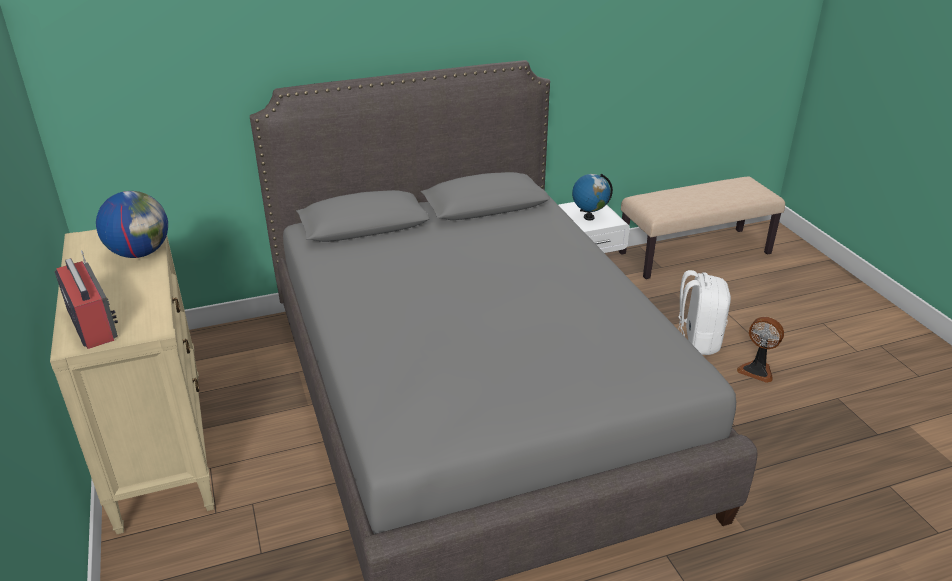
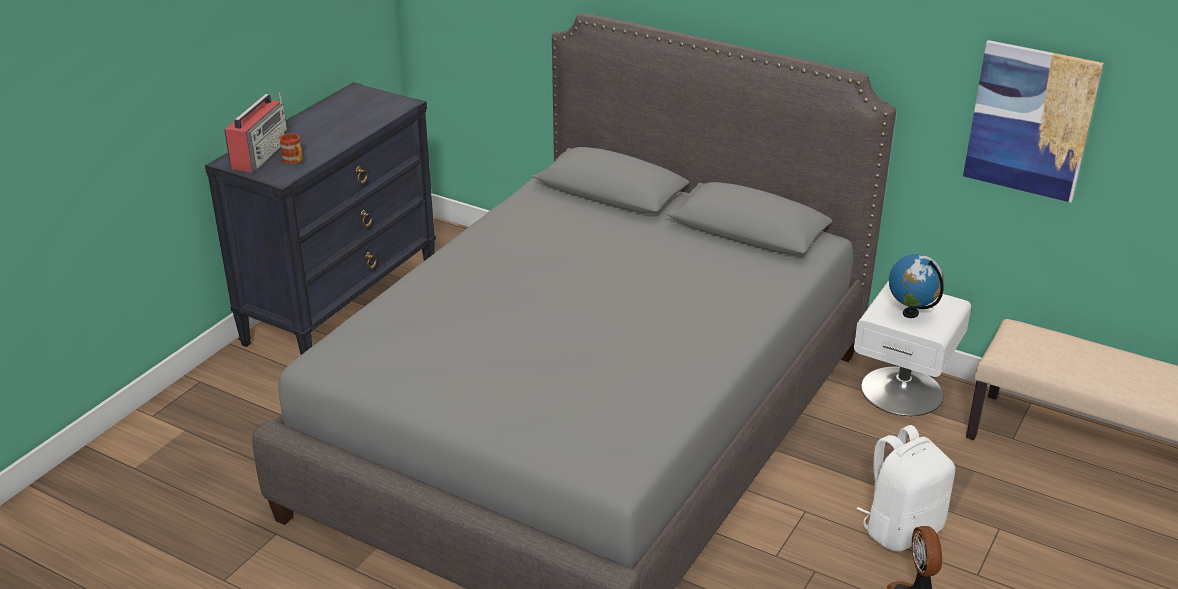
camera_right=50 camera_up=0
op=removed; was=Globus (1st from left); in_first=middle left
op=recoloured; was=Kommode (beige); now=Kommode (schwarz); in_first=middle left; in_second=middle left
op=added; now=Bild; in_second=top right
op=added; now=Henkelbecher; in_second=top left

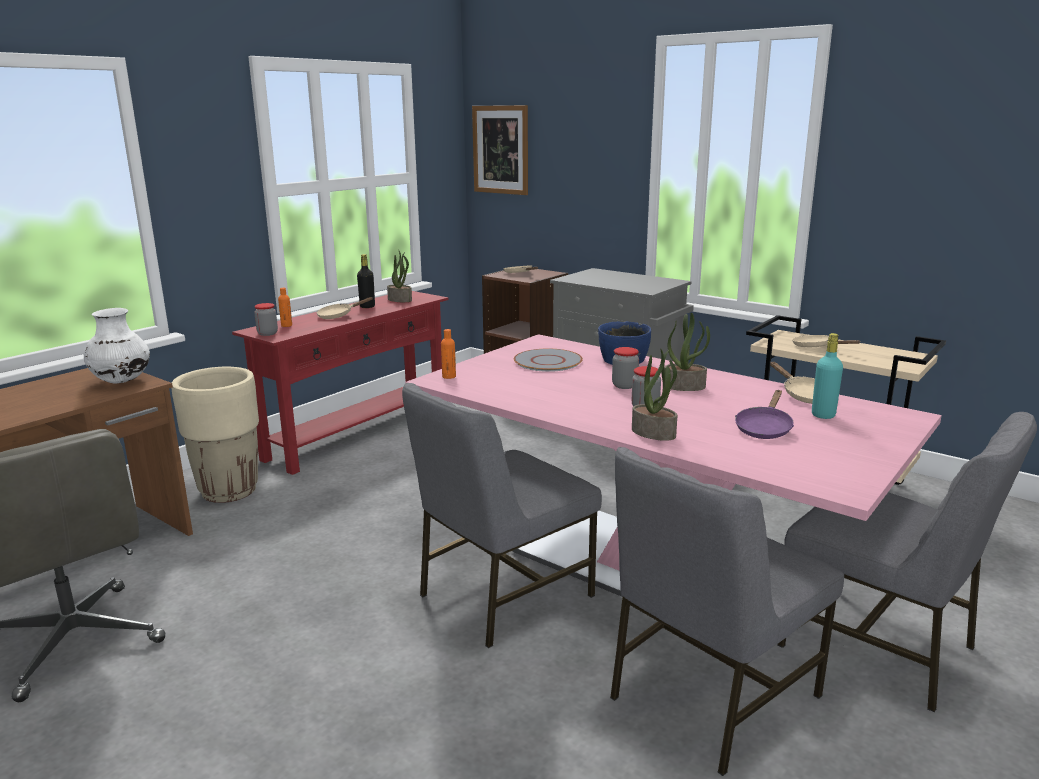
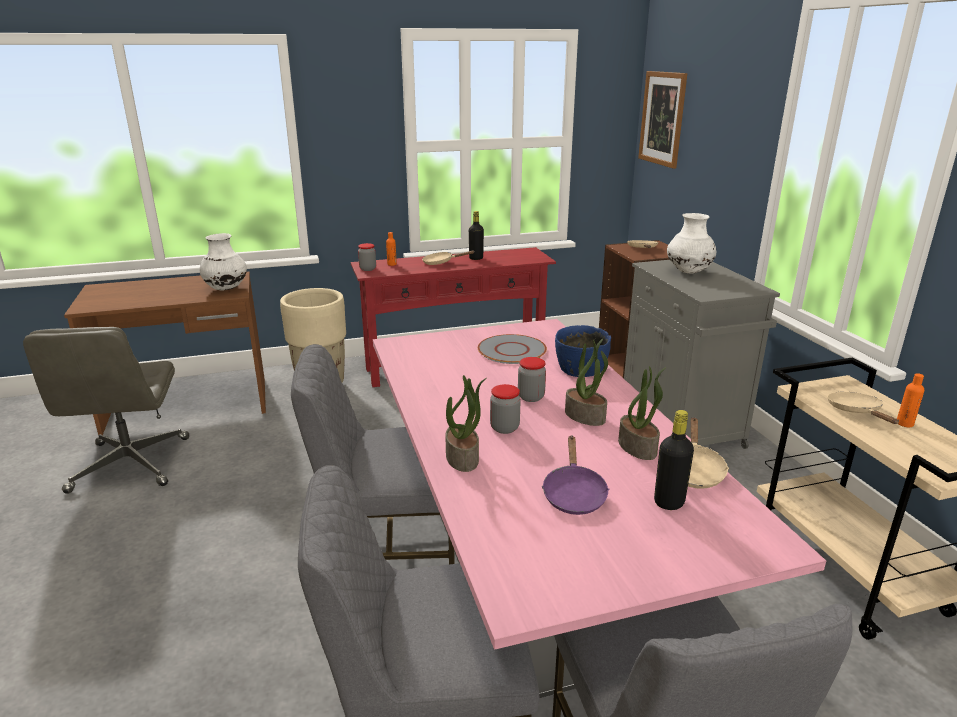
camera_right=35 camera_up=5
op=moved; was=Topfpflanze (1st from left in the first image); now=Topfpflanze (3rd from left); in_first=centre; in_second=middle right
op=moved; was=Flasche (orange) (2nd from left); in_first=centre; in_second=middle right
op=recoloured; was=Flasche (türkis); now=Flasche (schwarz) (2nd from left); in_first=middle right; in_second=middle right
op=turned; was=Pfanne (lila); in_first=middle right; in_second=centre; clockwise=-60
op=added; now=Vase (weiß) (2nd from left); in_second=middle right

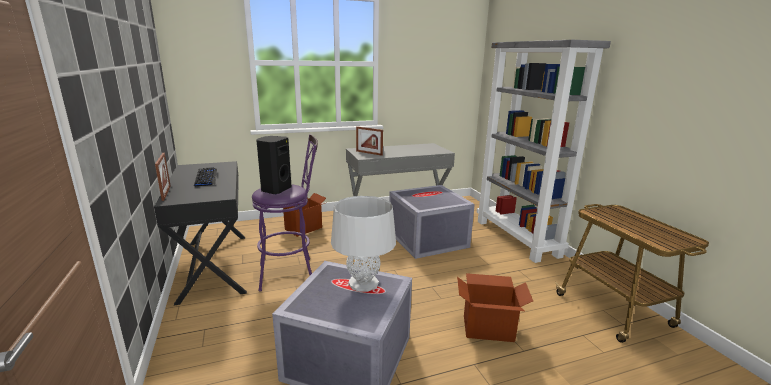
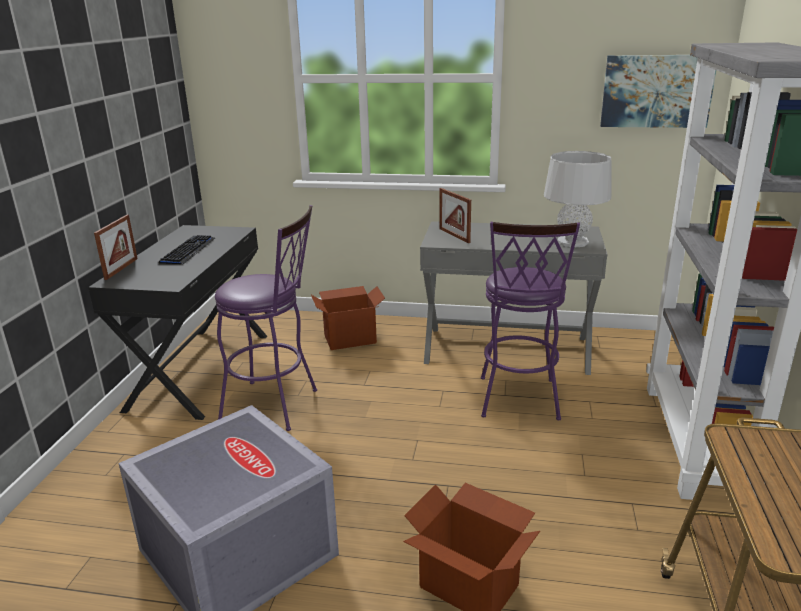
camera_right=30 camera_up=5
op=removed; was=Lautsprecher (schwarz); in_first=centre
op=replaced; was=Aufbewahrungsbox (grau) (2nd from left); now=Hocker (lila) (2nd from left); in_first=centre; in_second=centre
op=moved; was=Tischlampe (grau); in_first=centre; in_second=top right
op=added; now=Bild; in_second=top right

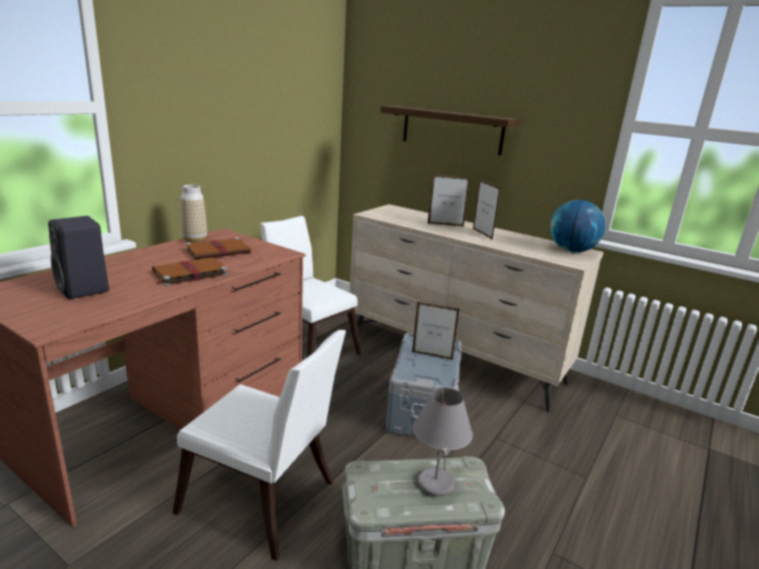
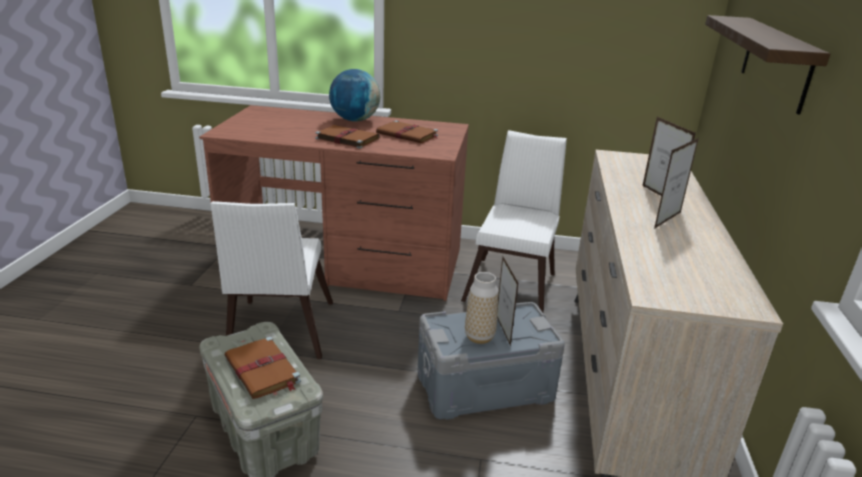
camera_right=65 camera_up=5
op=moved; was=Vase; in_first=middle left; in_second=centre
op=moved; was=Globus; in_first=middle right; in_second=top centre
op=removed; was=Lautsprecher (schwarz); in_first=middle left
op=replaced; was=Tischlampe (grau); now=Buch (braun) (1st from left); in_first=bottom centre; in_second=bottom left

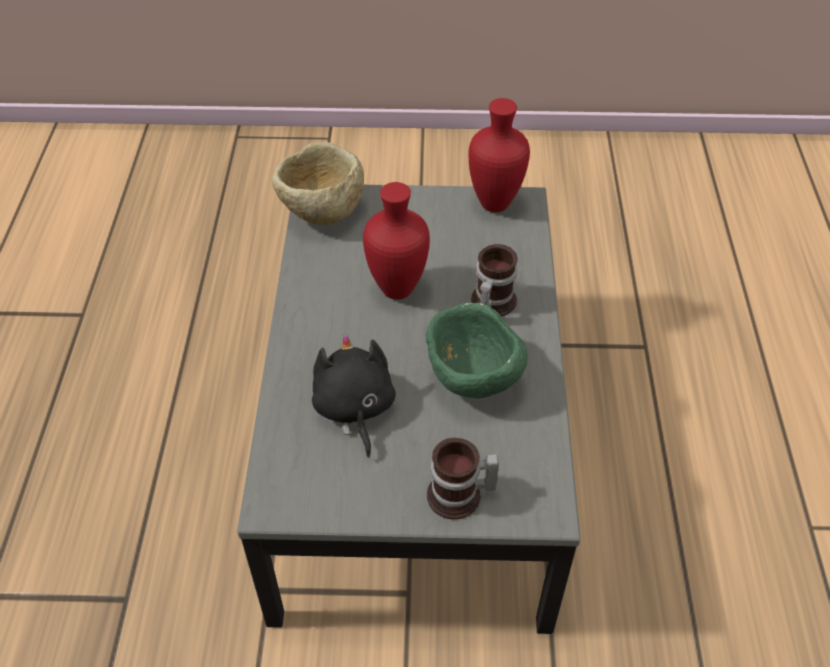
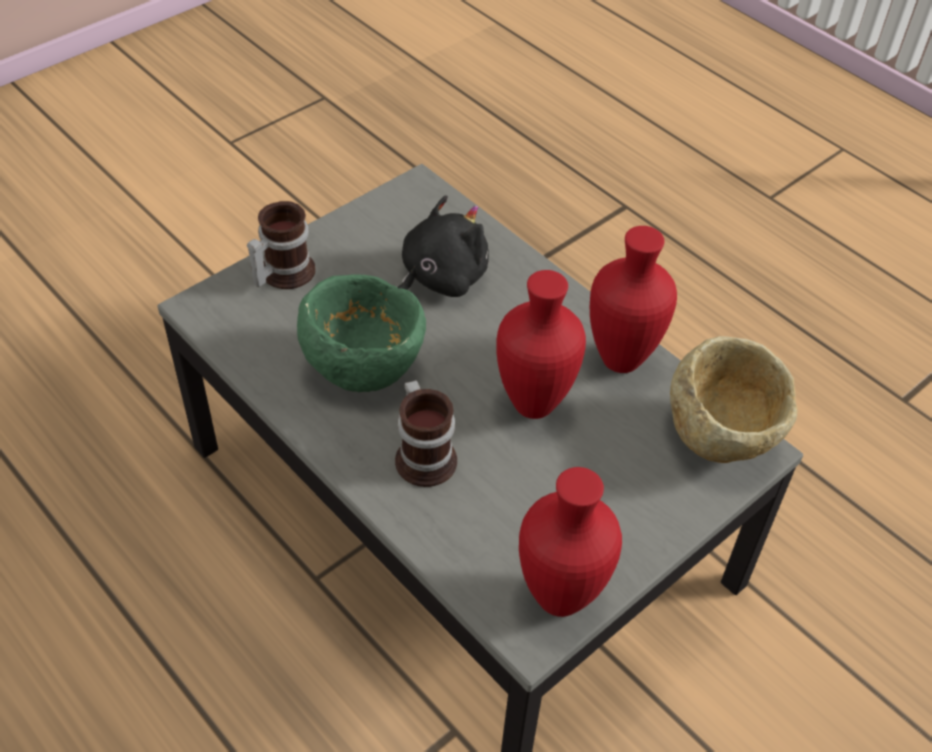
camera_right=135 camera_up=0
op=turned; was=Plüschtier (schwarz); in_first=centre; in_second=top centre; clockwise=-75
op=added; now=Vase (rot) (3rd from left); in_second=middle right

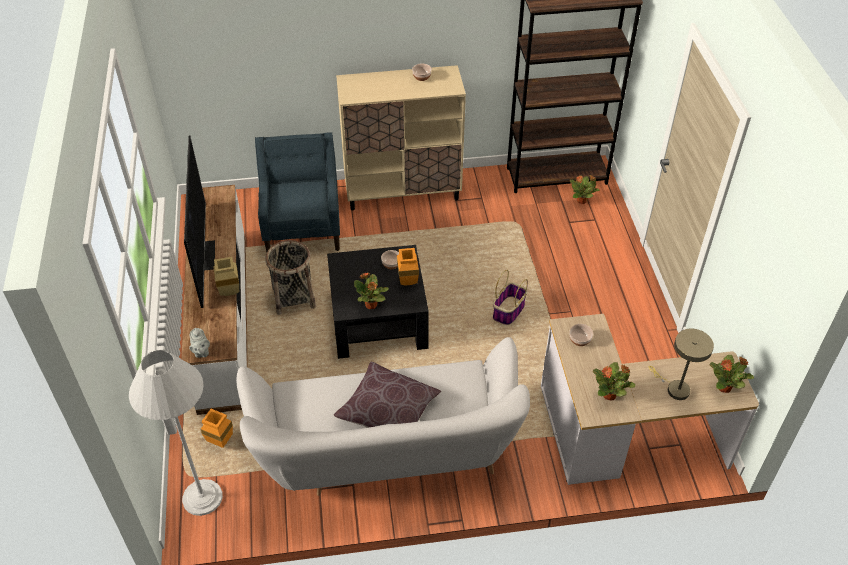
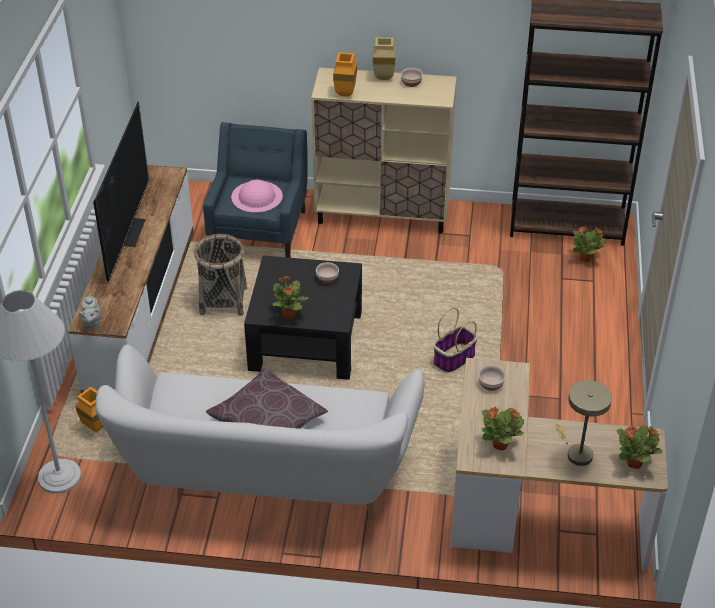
camera_right=15 camera_up=-5
op=moved; was=Vase (orange) (2nd from left); in_first=centre; in_second=top centre
op=moved; was=Vase (beige); in_first=middle left; in_second=top centre
op=added; now=Hut (rosa); in_second=top centre

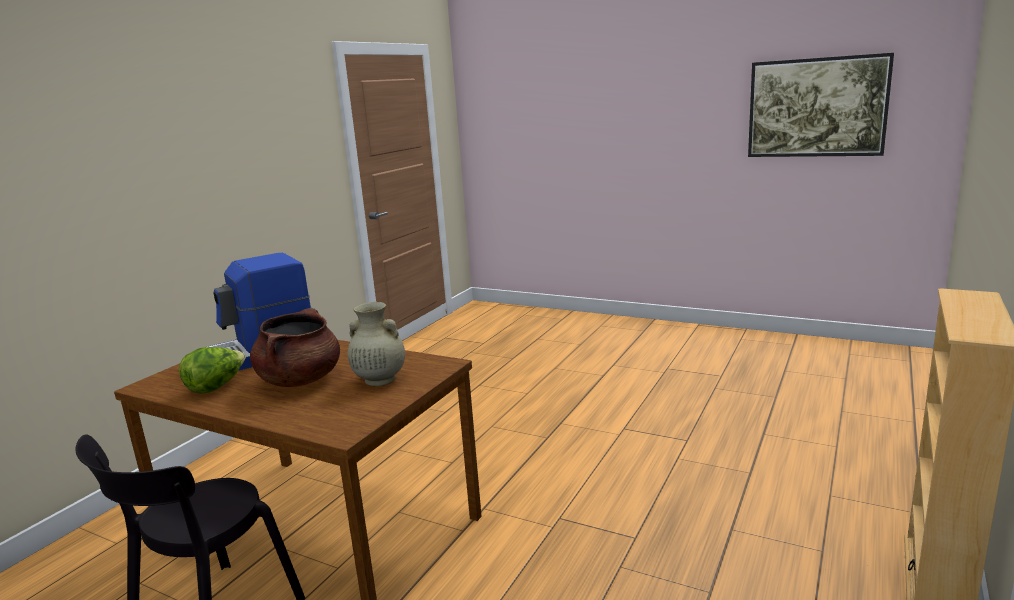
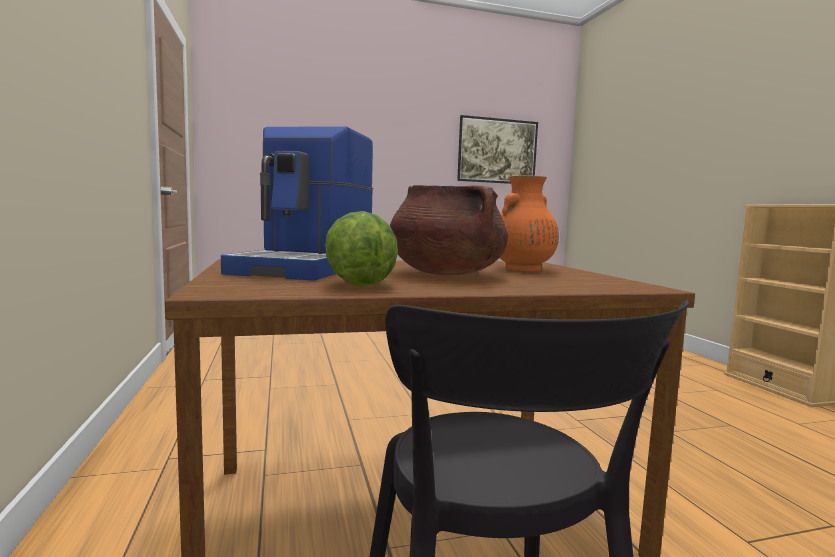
camera_right=-45 camera_up=-10
op=recoloured; was=Vase (beige); now=Vase (orange); in_first=centre; in_second=centre

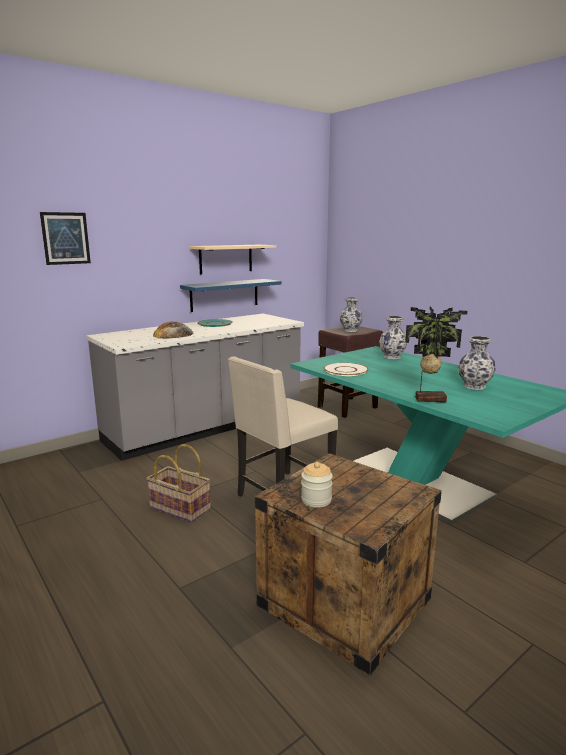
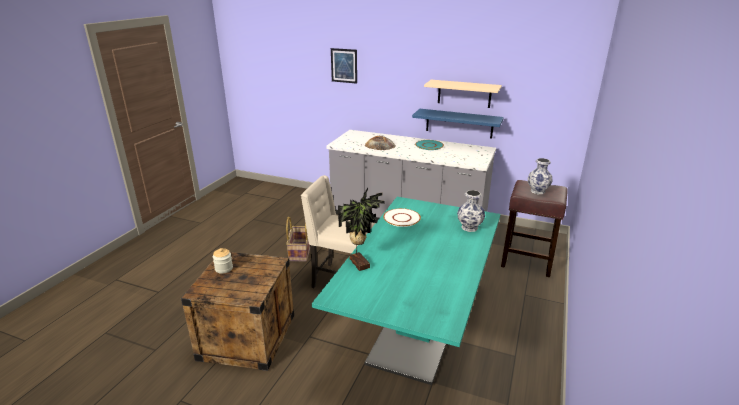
camera_right=60 camera_up=10
op=removed; was=Vase (3rd from left); in_first=middle right

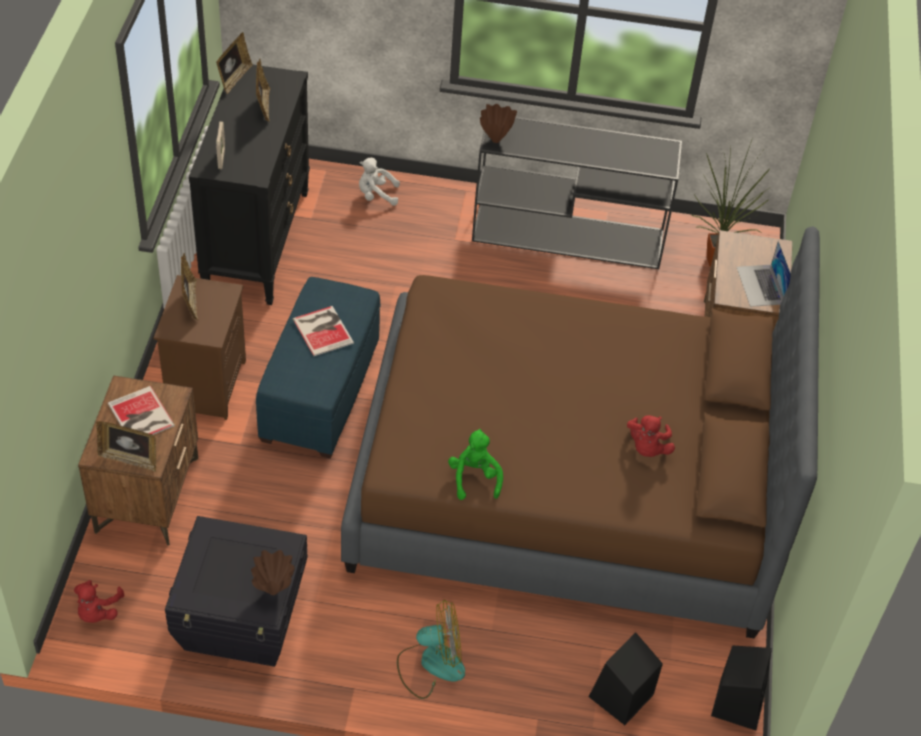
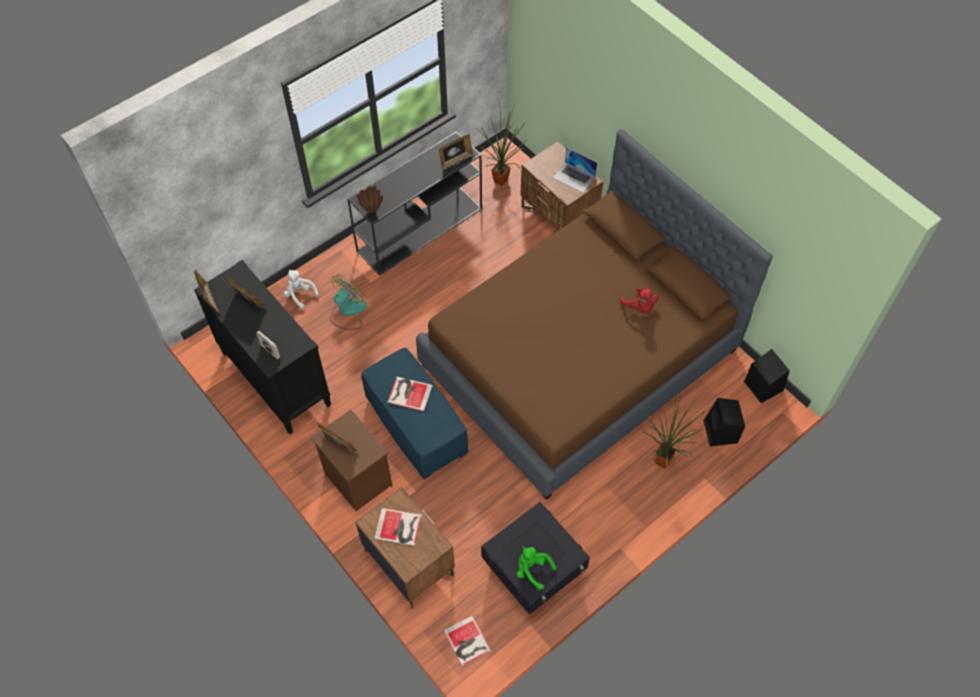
camera_right=-45 camera_up=10
op=turned; was=Plüschtier (weiß); in_first=top centre; in_second=middle left; clockwise=90
op=moved; was=Bilderrahmen (1st from left in the first image); now=Bilderrahmen (5th from left); in_first=middle left; in_second=top centre
op=moved; was=Plüschtier (grün); in_first=centre; in_second=bottom centre
op=removed; was=Vase (braun) (1st from left); in_first=bottom left
op=replaced; was=Plüschtier (rot) (1st from left); now=Buch (3rd from left); in_first=bottom left; in_second=bottom centre
op=moved; was=Ventilator; in_first=bottom centre; in_second=centre
op=added; now=Topfpflanze (2nd from left); in_second=middle right

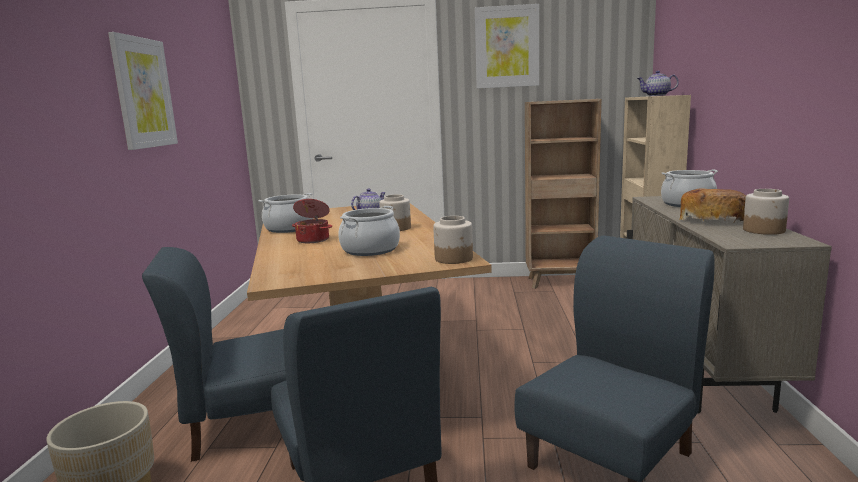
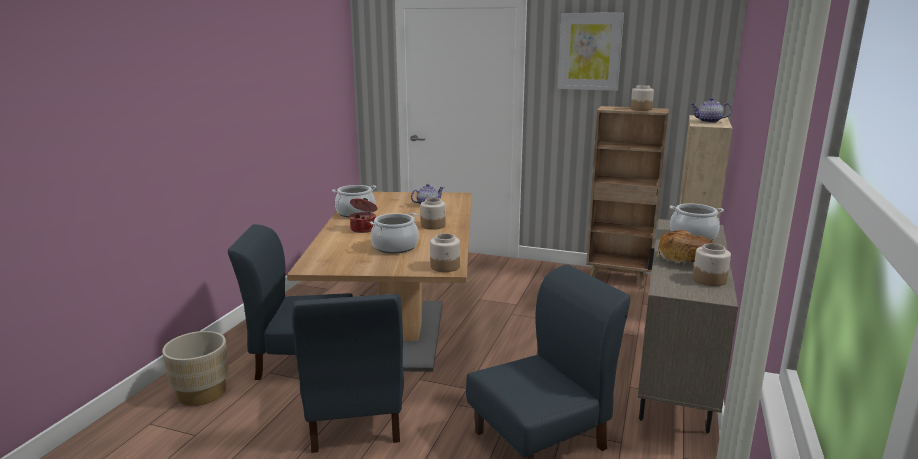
camera_right=15 camera_up=5
op=removed; was=Bild (1st from left); in_first=top left
op=added; now=Vorratsglas (3rd from left); in_second=top right

